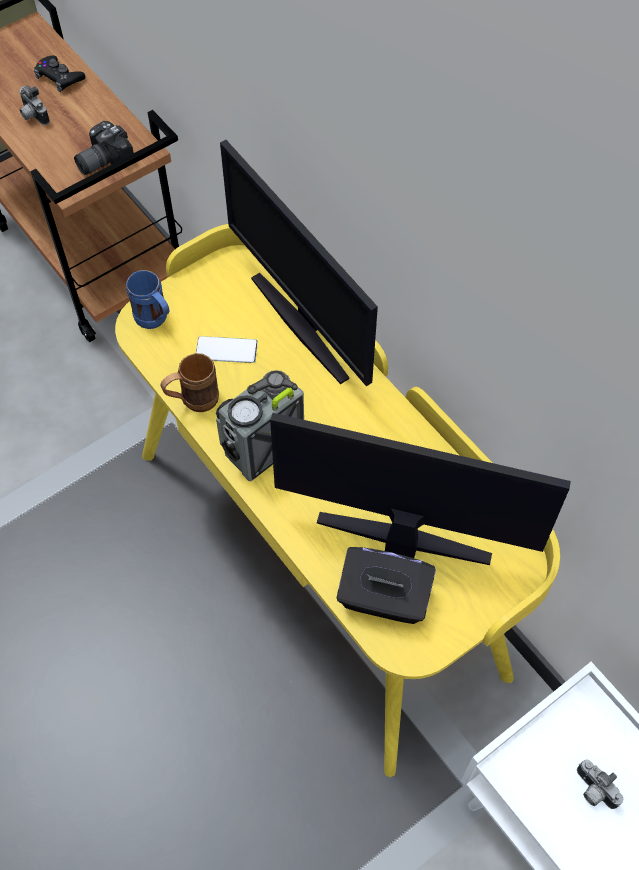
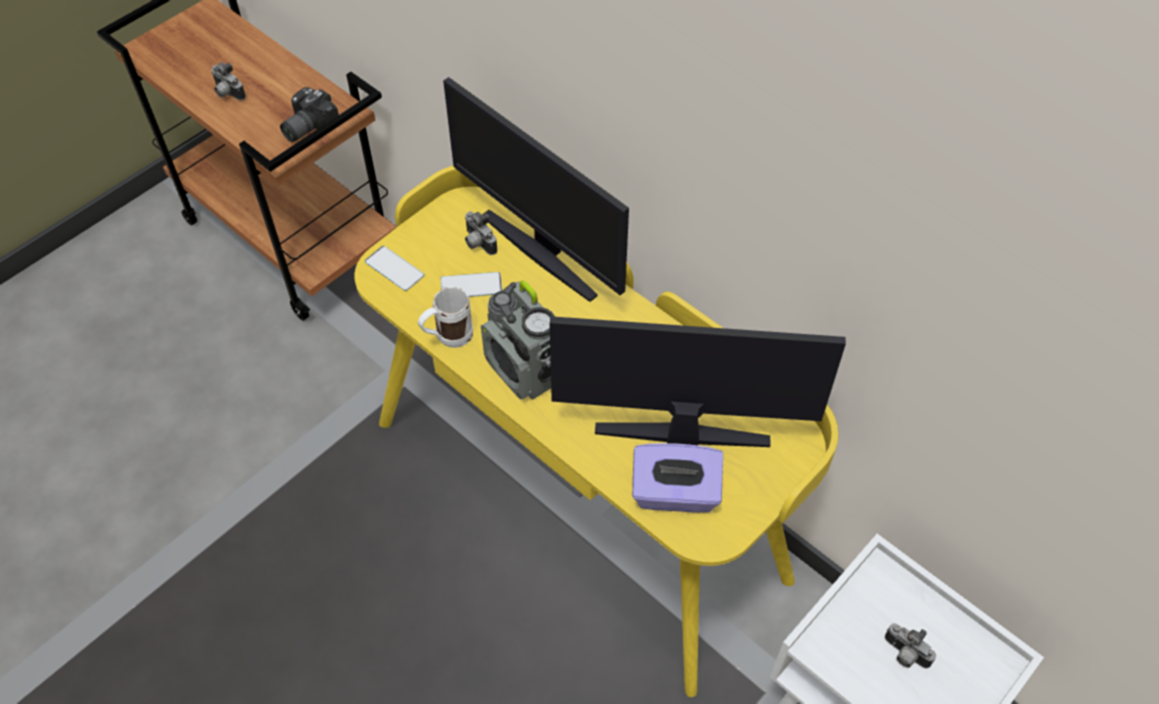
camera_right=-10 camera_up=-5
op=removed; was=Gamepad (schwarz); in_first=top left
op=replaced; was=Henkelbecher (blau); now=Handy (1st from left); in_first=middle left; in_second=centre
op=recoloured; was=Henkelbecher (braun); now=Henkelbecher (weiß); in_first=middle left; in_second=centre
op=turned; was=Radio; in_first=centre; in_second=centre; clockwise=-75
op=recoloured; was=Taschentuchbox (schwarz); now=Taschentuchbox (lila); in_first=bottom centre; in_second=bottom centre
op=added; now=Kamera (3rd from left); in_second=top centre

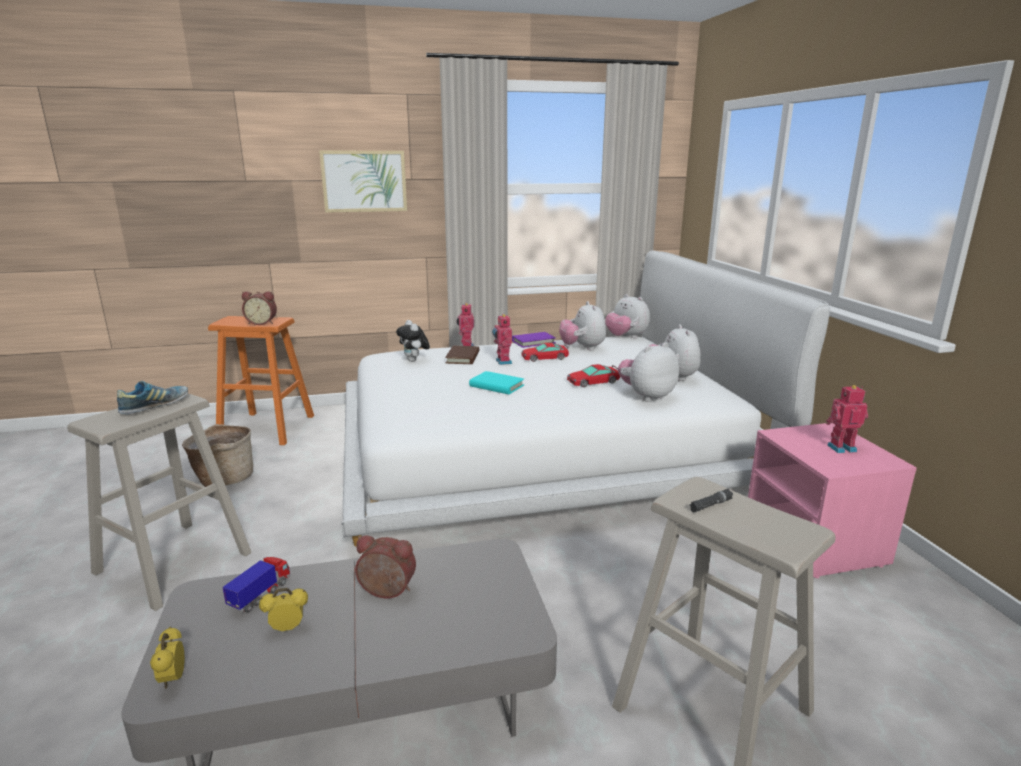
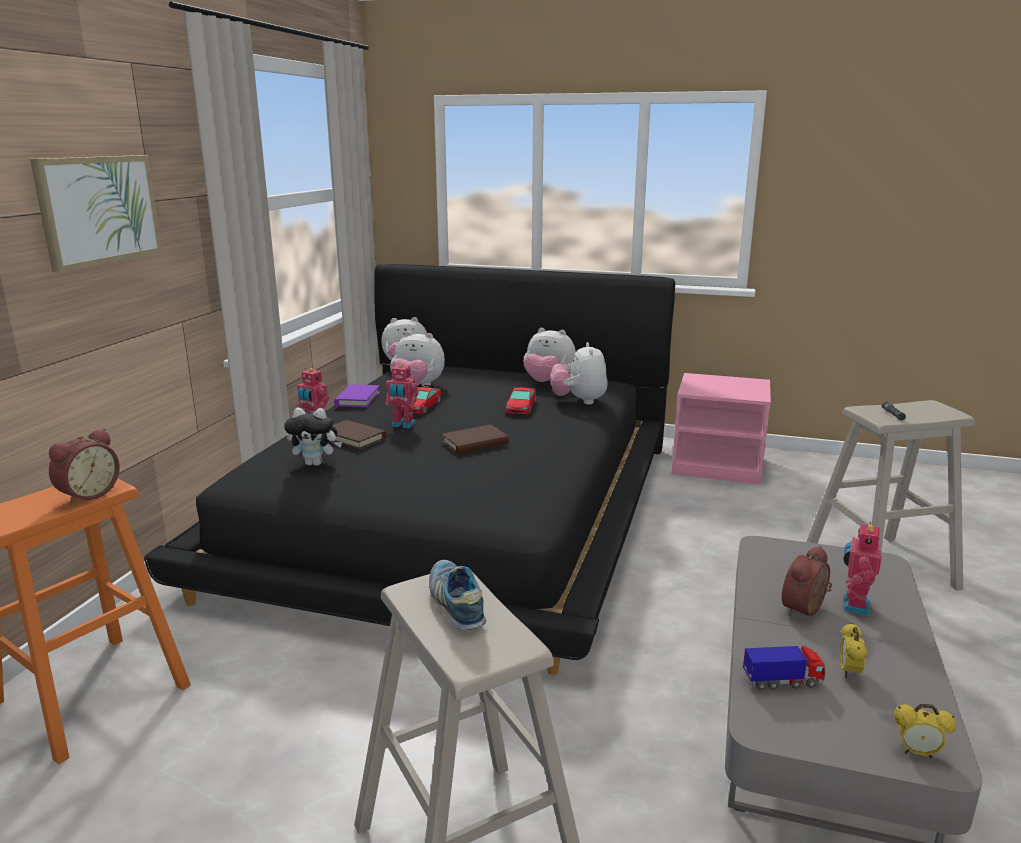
camera_right=-60 camera_up=0
op=recoloured; was=Bett (weiß); now=Bett (schwarz); in_first=centre; in_second=centre
op=recoloured; was=Buch (türkis); now=Buch (braun) (2nd from left); in_first=centre; in_second=centre
op=moved; was=Spielzeugroboter (3rd from left); in_first=middle right; in_second=bottom right
op=removed; was=Korb; in_first=middle left
op=turned; was=Spielzeuglaster; in_first=bottom left; in_second=bottom right; clockwise=120

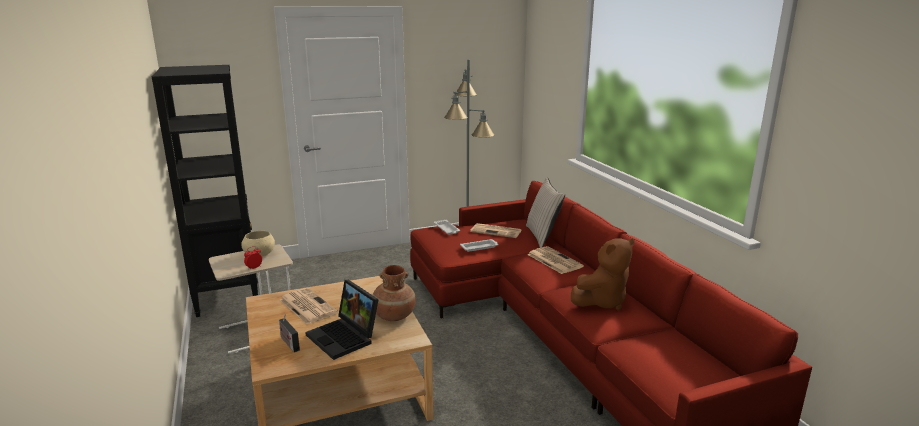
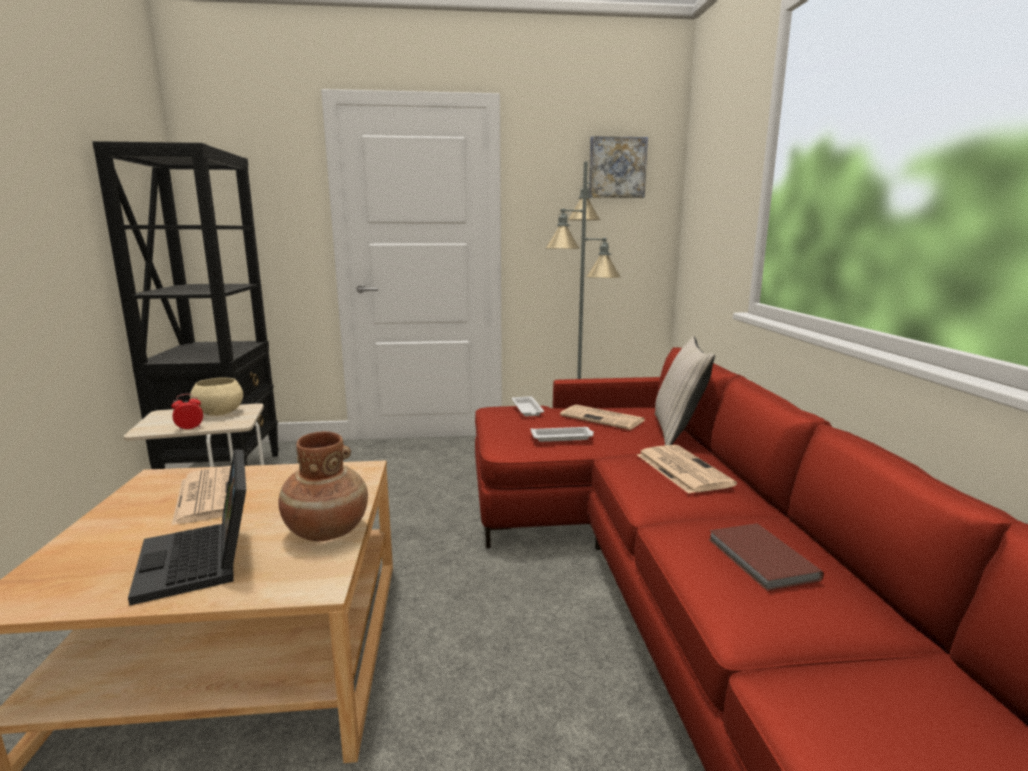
camera_right=15 camera_up=-5
op=replaced; was=Plüschtier (braun); now=Buch (braun); in_first=centre; in_second=bottom right
op=removed; was=Radio; in_first=bottom left
op=added; now=Bild; in_second=top centre

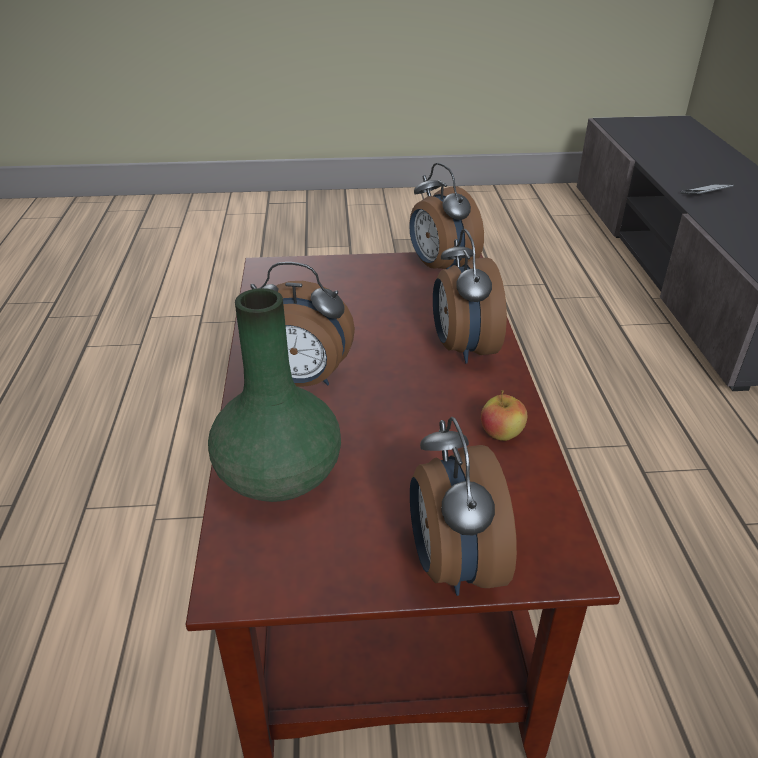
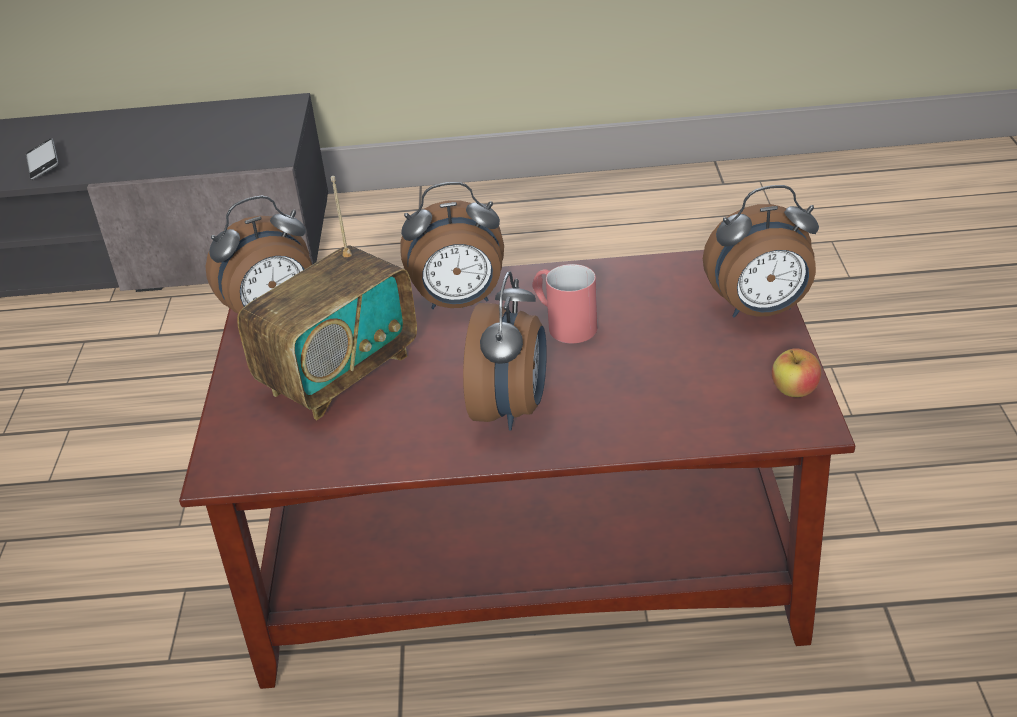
camera_right=-85 camera_up=0
op=removed; was=Vase (grün); in_first=centre
op=moved; was=Apfel; in_first=centre; in_second=middle right
op=added; now=Radio; in_second=middle left
op=added; now=Henkelbecher (rot); in_second=centre

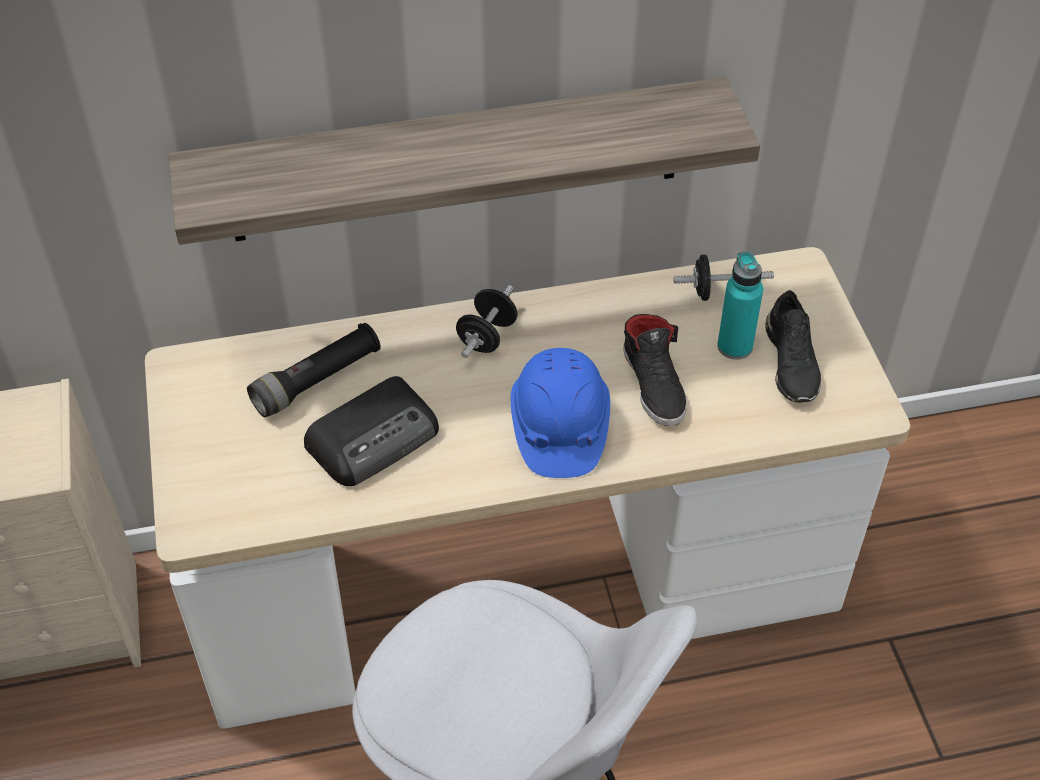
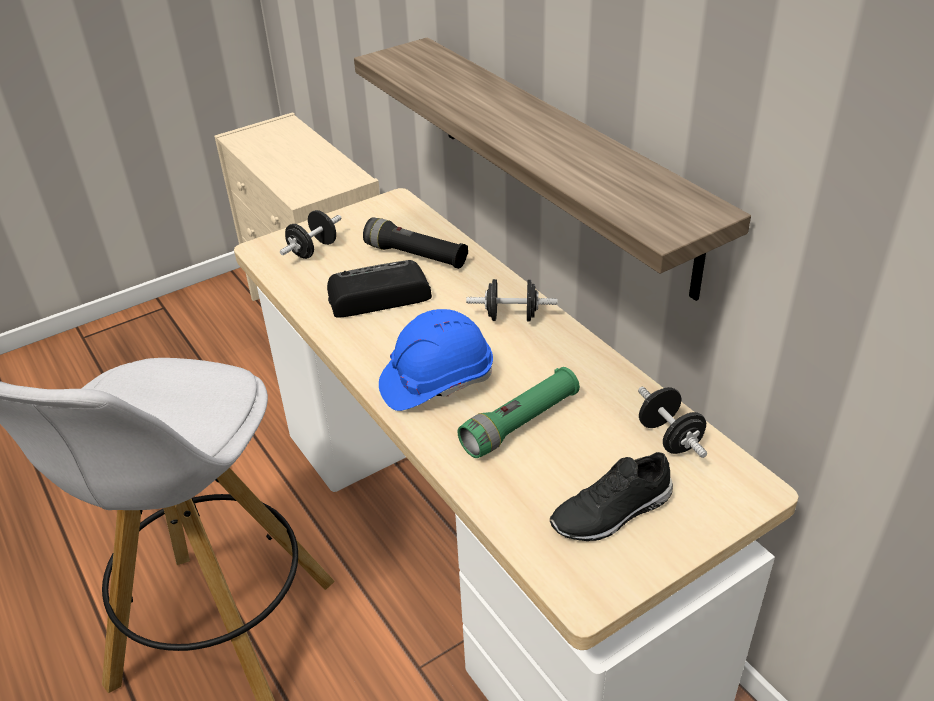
camera_right=70 camera_up=-10
op=removed; was=Flasche (türkis); in_first=middle right
op=replaced; was=Schuh (schwarz) (1st from left); now=Taschenlampe (grün); in_first=centre; in_second=centre
op=turned; was=Radio; in_first=centre; in_second=centre; clockwise=135
op=added; now=Hantel (schwarz) (1st from left); in_second=middle left

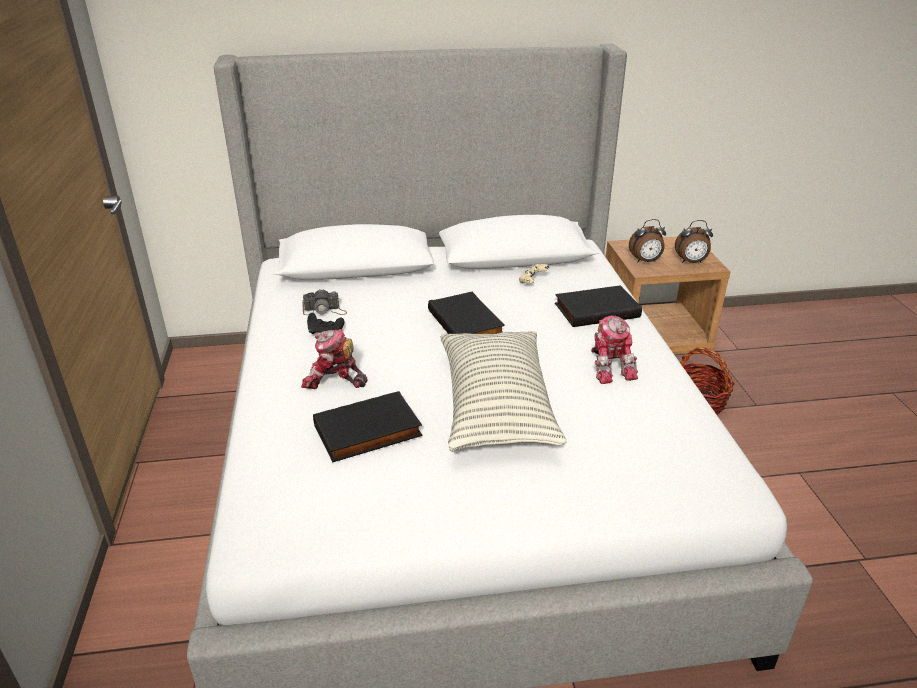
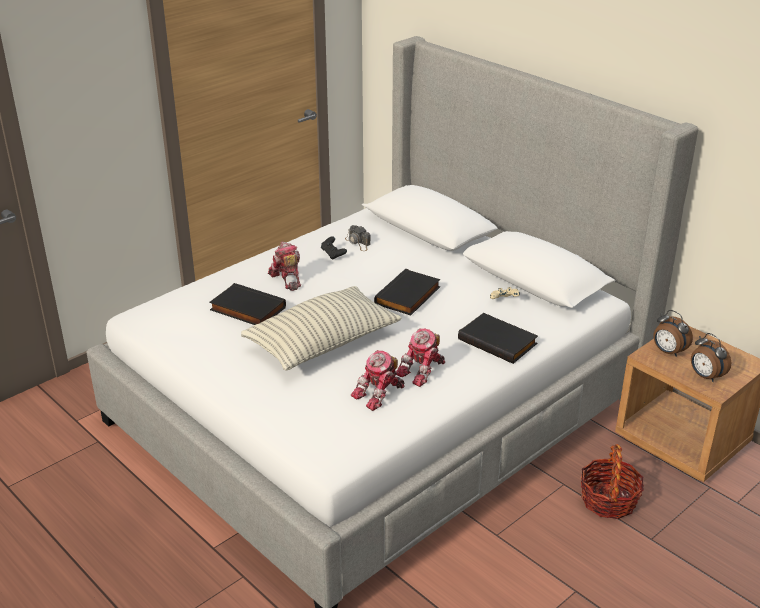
camera_right=55 camera_up=0
op=added; now=Spielzeugroboter (2nd from left); in_second=centre

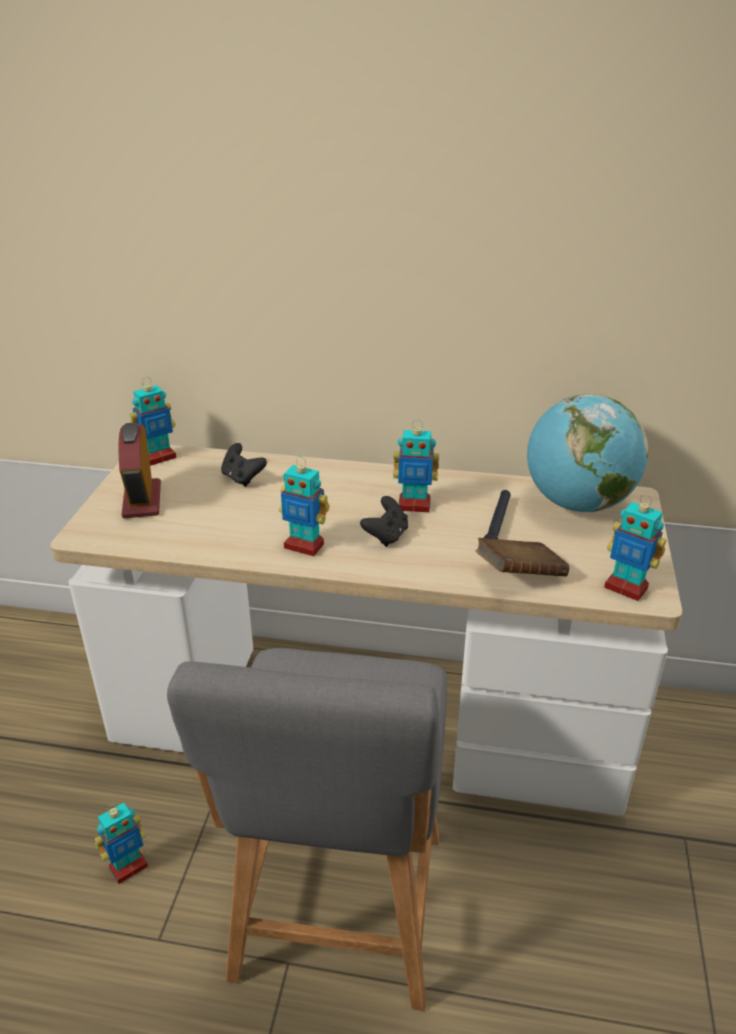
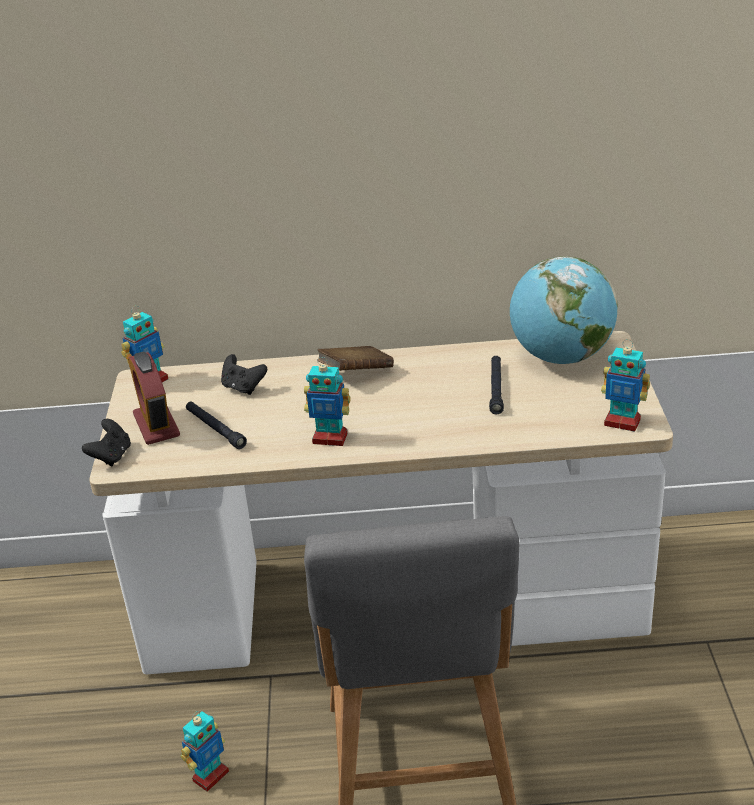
camera_right=-10 camera_up=0
op=removed; was=Spielzeugroboter (4th from left); in_first=centre
op=moved; was=Gamepad (schwarz) (2nd from left in the first image); now=Gamepad (schwarz) (1st from left); in_first=centre; in_second=middle left
op=moved; was=Buch (braun); in_first=middle right; in_second=centre
op=added; now=Taschenlampe (schwarz) (1st from left); in_second=middle left

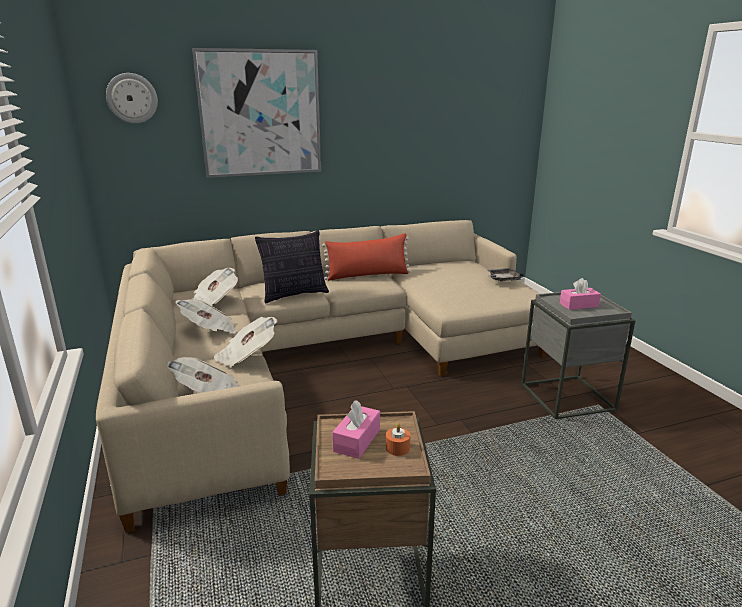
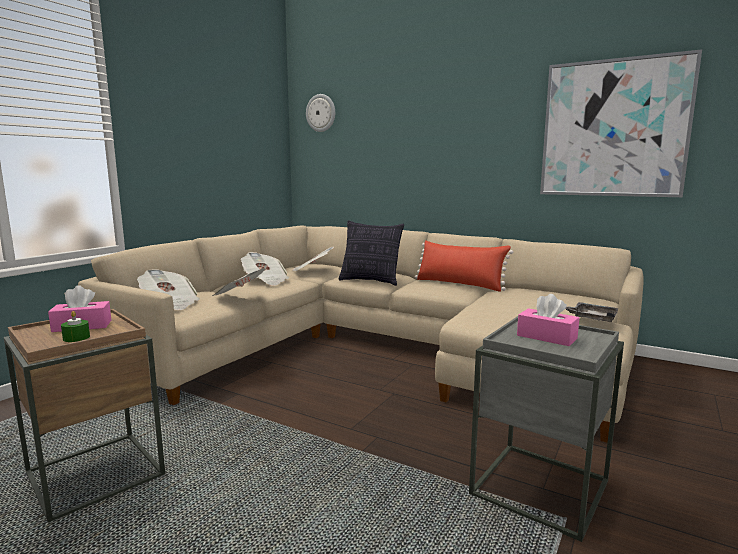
camera_right=50 camera_up=-10
op=moved; was=Bild; in_first=top centre; in_second=top right
op=recoloured; was=Kerze (orange); now=Kerze (grün); in_first=bottom centre; in_second=middle left

